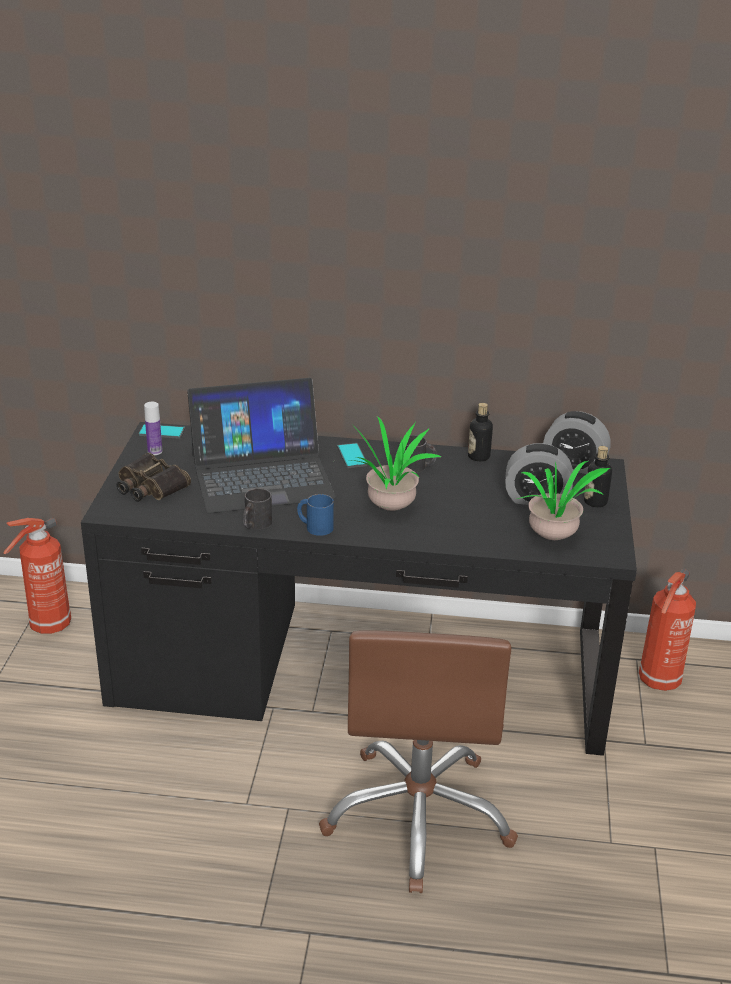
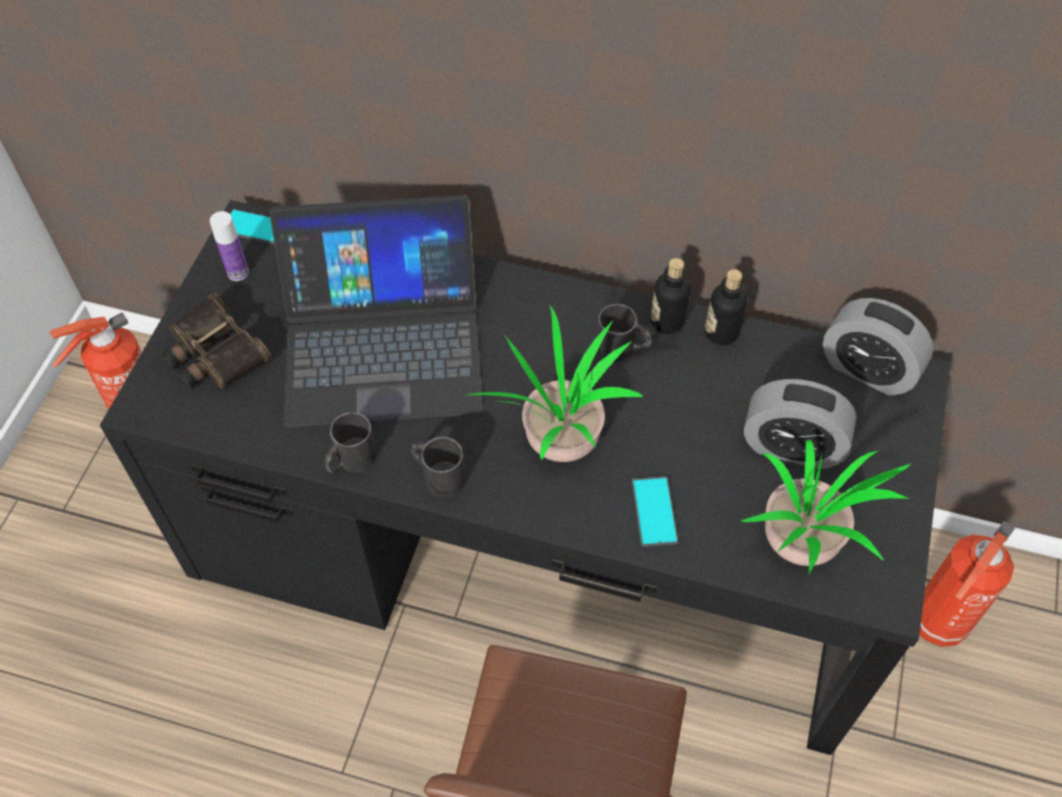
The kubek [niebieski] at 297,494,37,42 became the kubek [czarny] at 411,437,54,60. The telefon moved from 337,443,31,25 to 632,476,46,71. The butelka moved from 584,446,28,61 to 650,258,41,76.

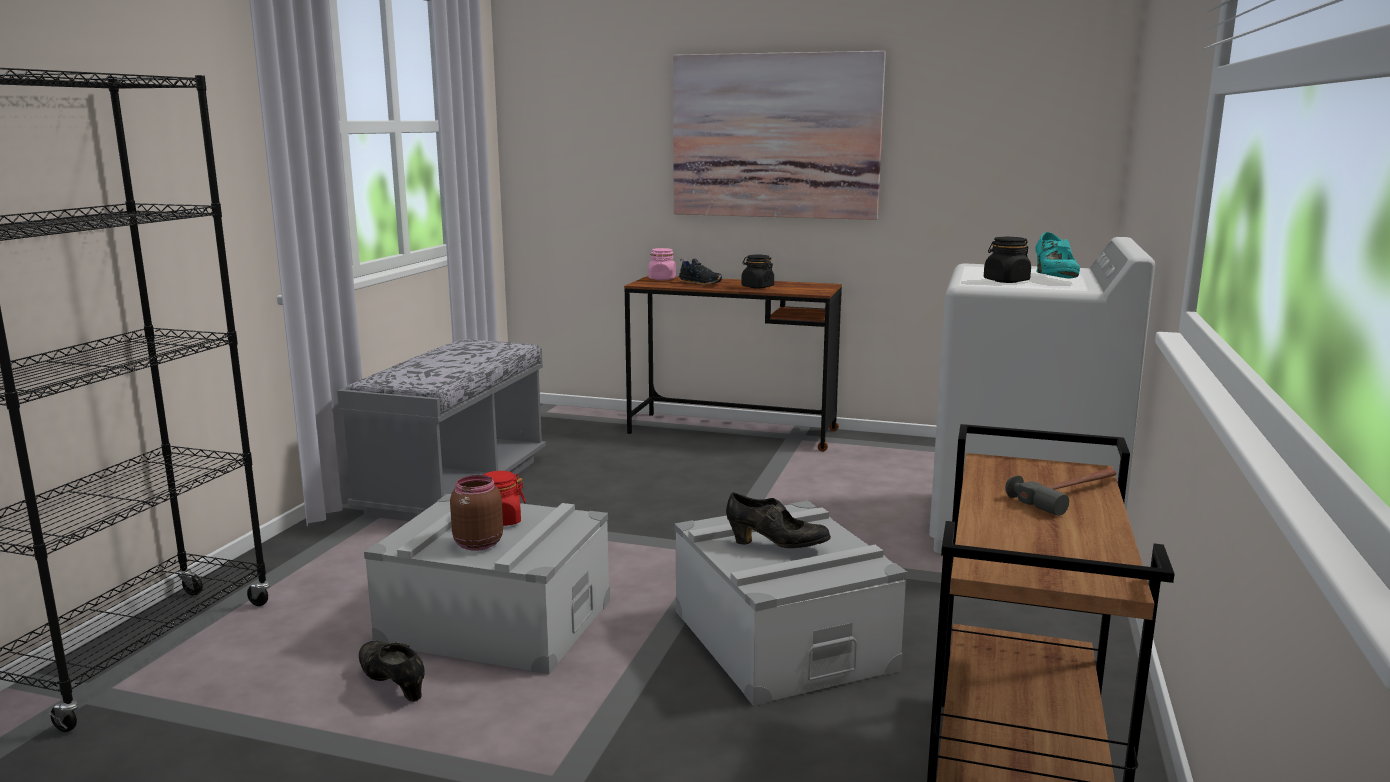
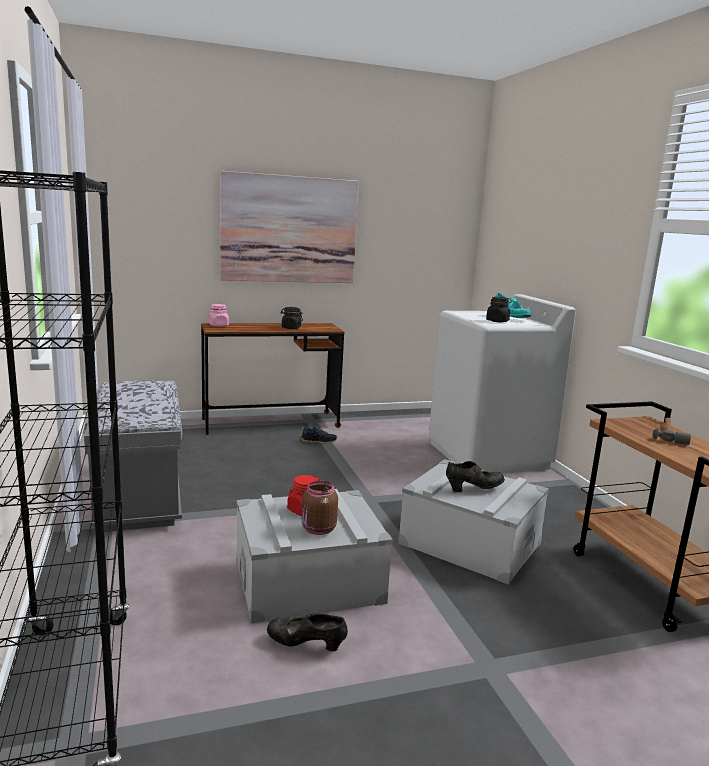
The but [czarny] moved from 678,259,45,26 to 301,425,36,19.

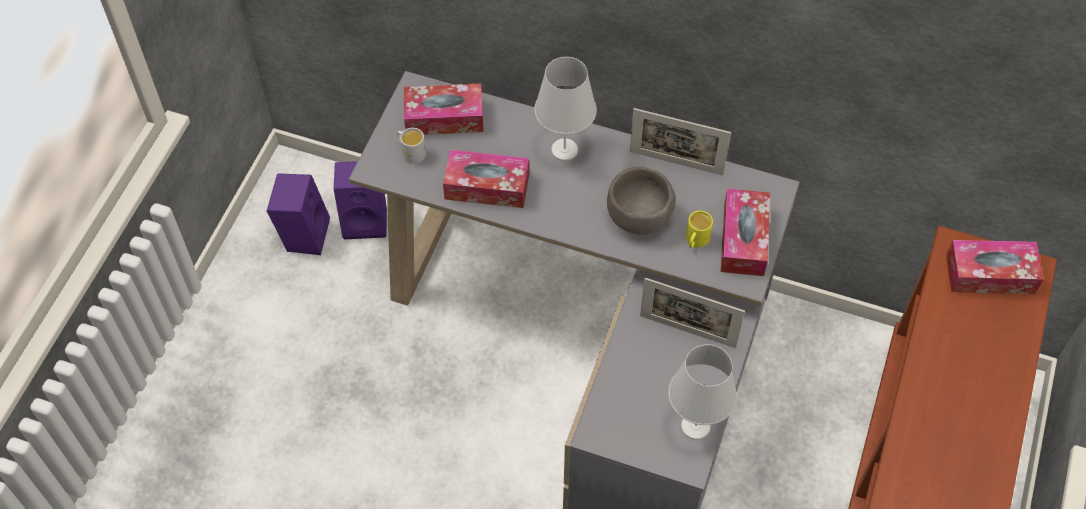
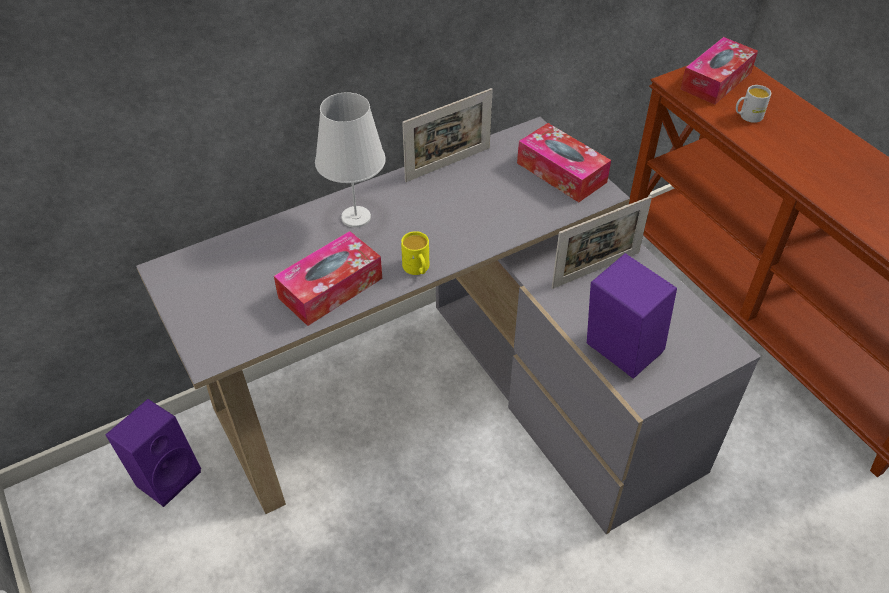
The głośnik [fioletowy] moved from 267,173,63,82 to 587,253,90,126. The kubek [biały] moved from 397,128,29,36 to 736,85,35,38. The pudełko chusteczek at 404,83,80,52 disappeared. The miska [brązowy] at 607,167,69,68 disappeared. The lampa stołowa [biały] at 668,344,69,96 disappeared. The kubek [żółty] moved from 686,211,27,37 to 401,231,28,44.

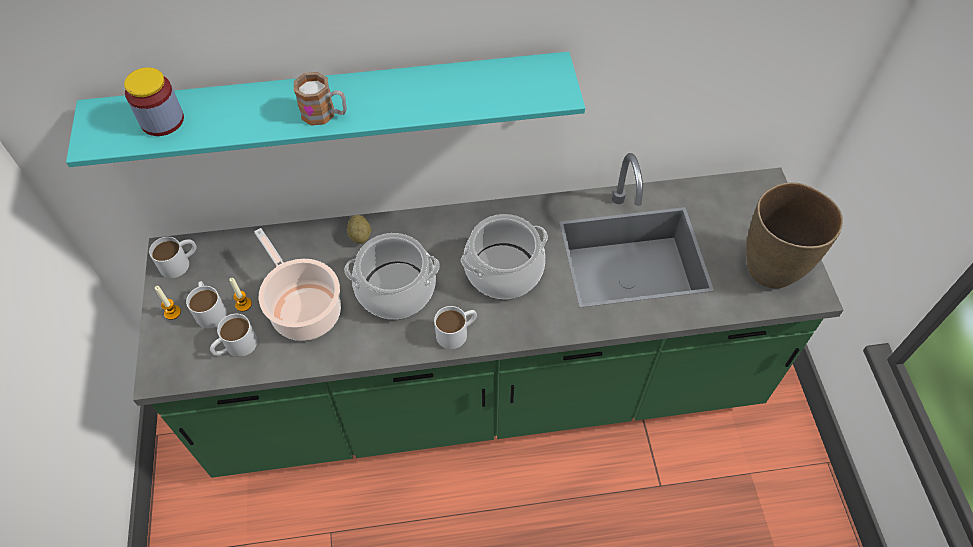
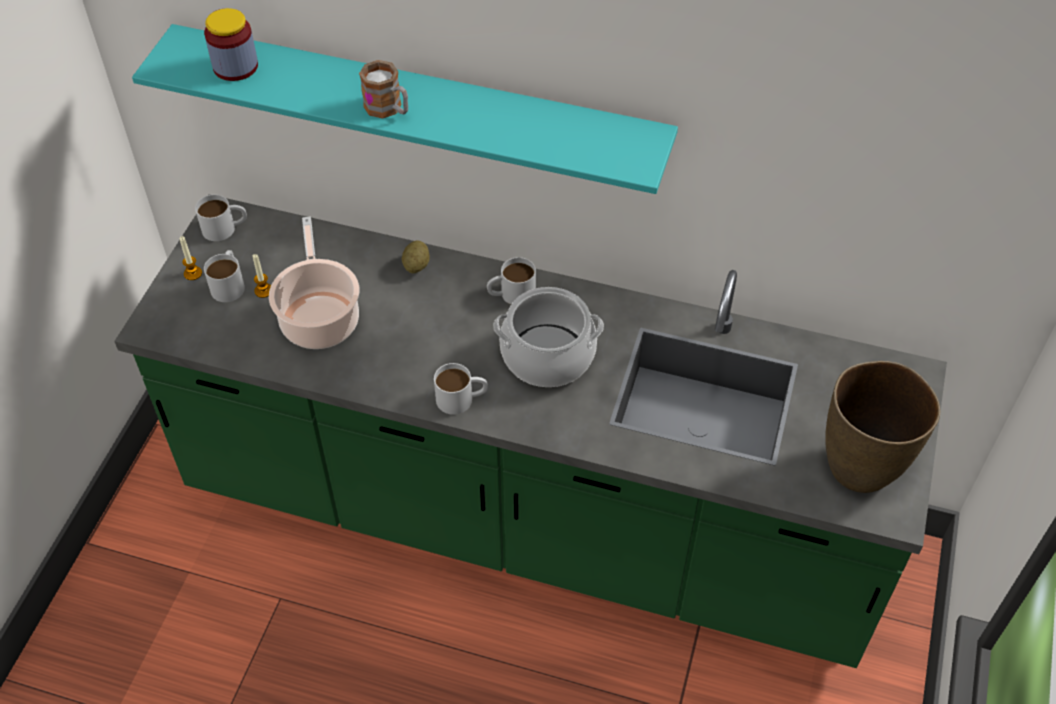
The kubek [biały] moved from 210,314,47,43 to 487,257,49,47. The garnek at 344,233,96,86 disappeared.

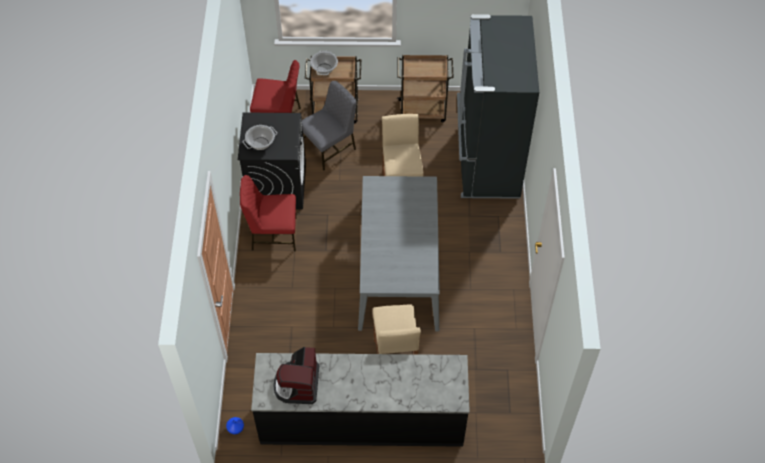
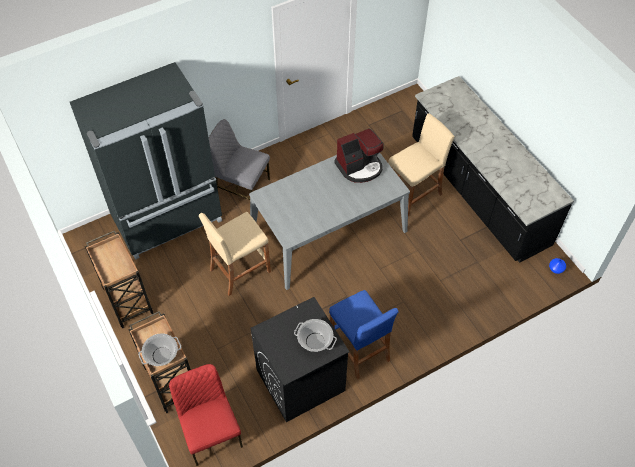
The krzesło [czerwony] at 240,175,57,76 was replaced by the stołek [niebieski] at 329,290,70,90. The ekspres do kawy moved from 273,347,46,57 to 335,128,49,55. The krzesło [szary] moved from 302,81,54,90 to 209,119,61,81.

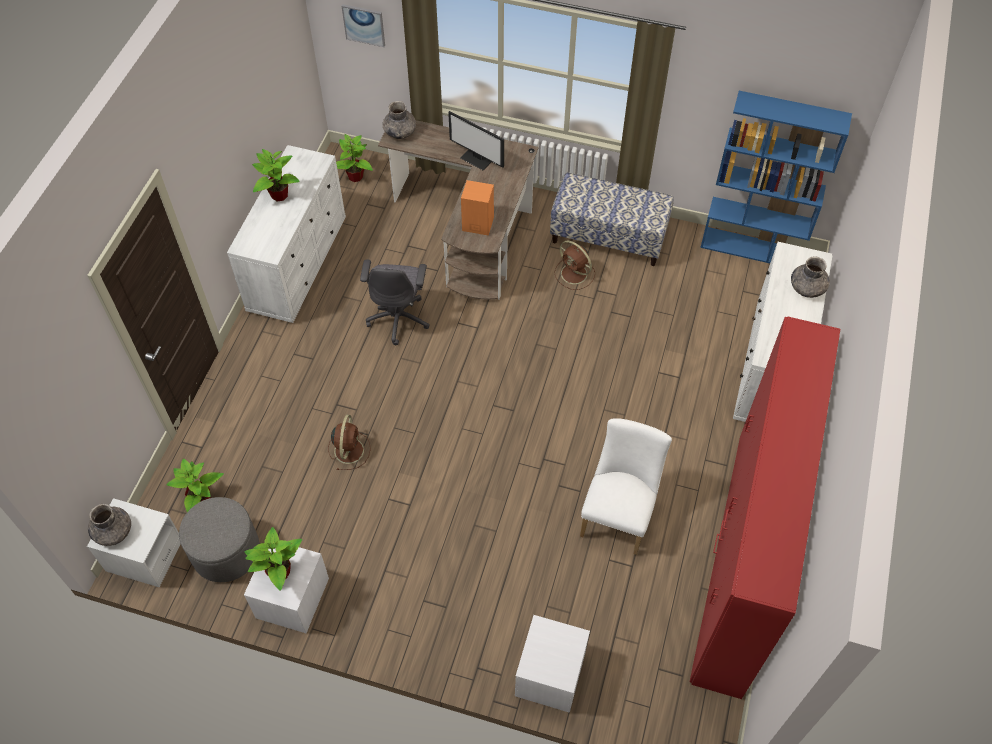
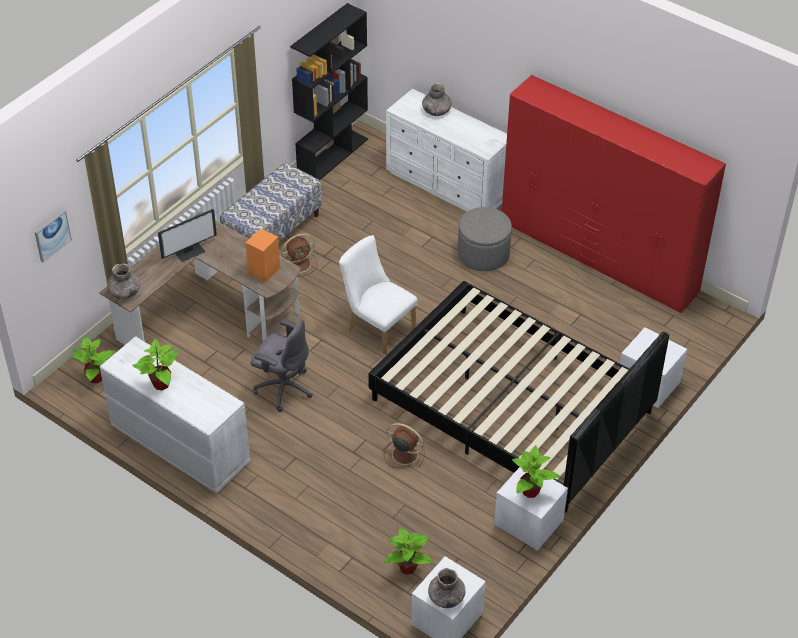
The pufa [szary] moved from 179,497,81,85 to 458,207,54,64. The krzesło [biały] moved from 580,418,92,137 to 339,235,79,120. The regał [niebieski] at 700,91,152,172 became the regał [czarny] at 290,3,78,177. The łóżko [czarny] at 368,281,301,232 appeared.

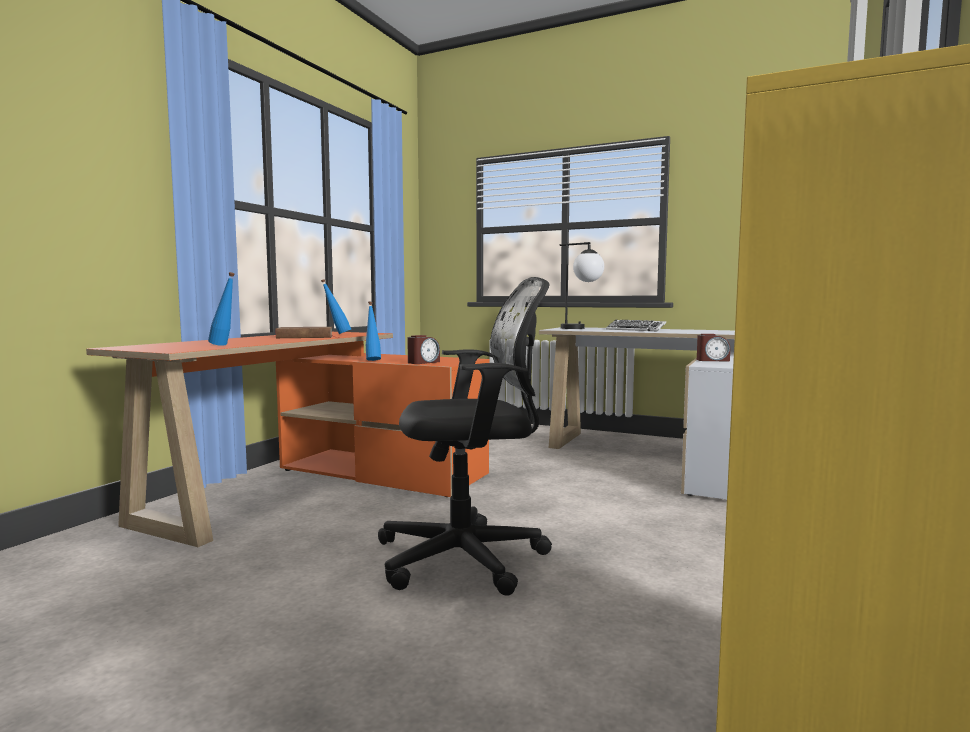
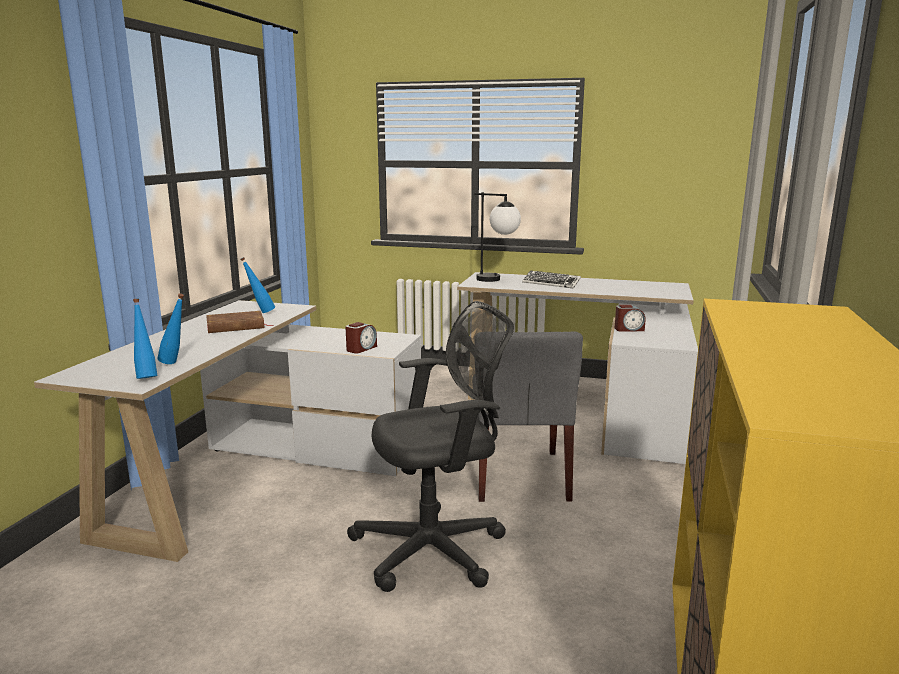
The biurko [pomarańczowy] at 86,332,404,215 became the biurko [biały] at 34,300,387,262. The butelka [niebieski] moved from 366,301,15,60 to 133,299,24,80. The krzesło [szary] at 477,331,106,171 appeared.

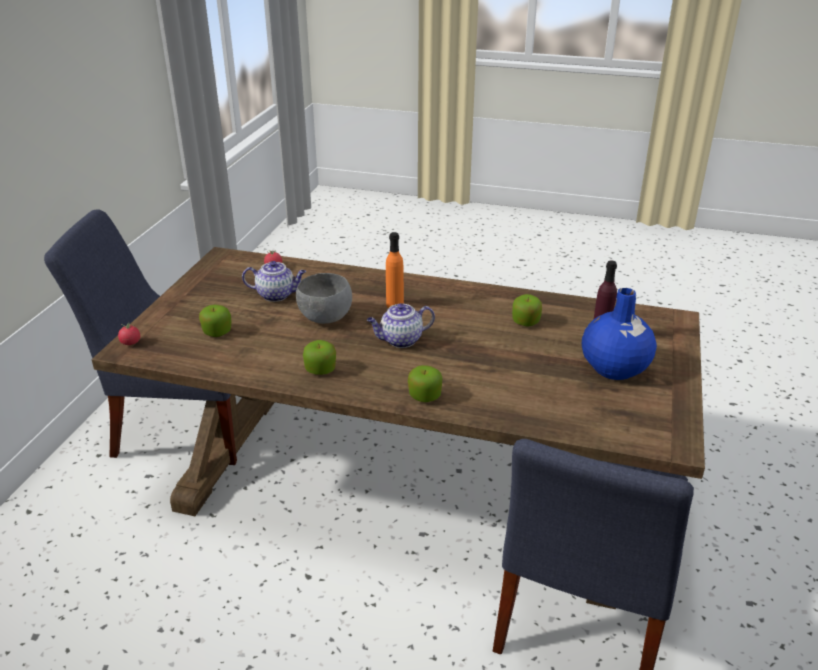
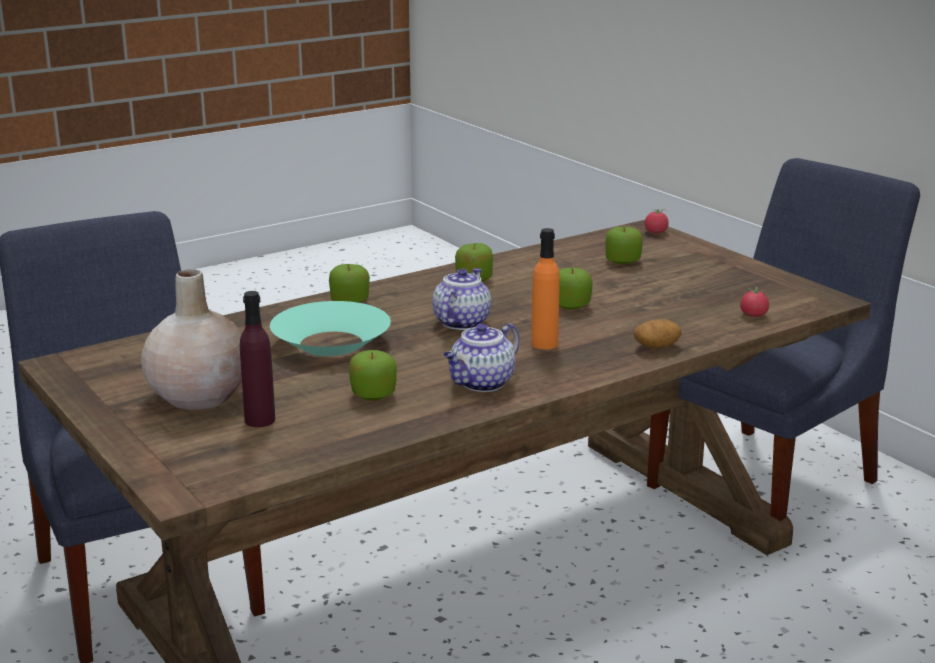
The imbryk moved from 242,261,64,41 to 443,323,77,69. The miska [szary] at 296,273,56,51 was replaced by the jabłko at 559,267,34,42. The wazon [niebieski] at 582,288,75,92 became the wazon [beżowy] at 141,269,101,141. The miska [turkusowy] at 270,301,121,55 appeared. The ziemniak at 634,319,47,29 appeared.

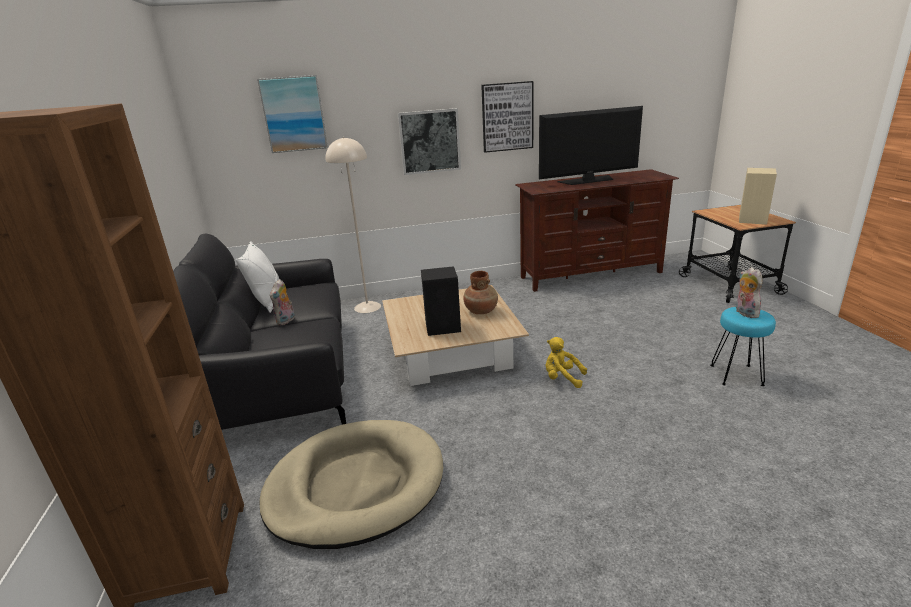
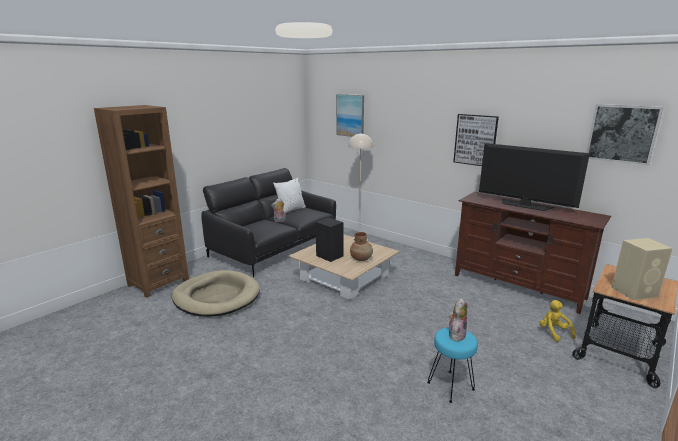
The obraz moved from 398,108,63,67 to 586,104,78,61. The pluszak [żółty] moved from 546,337,41,51 to 539,300,37,42.

